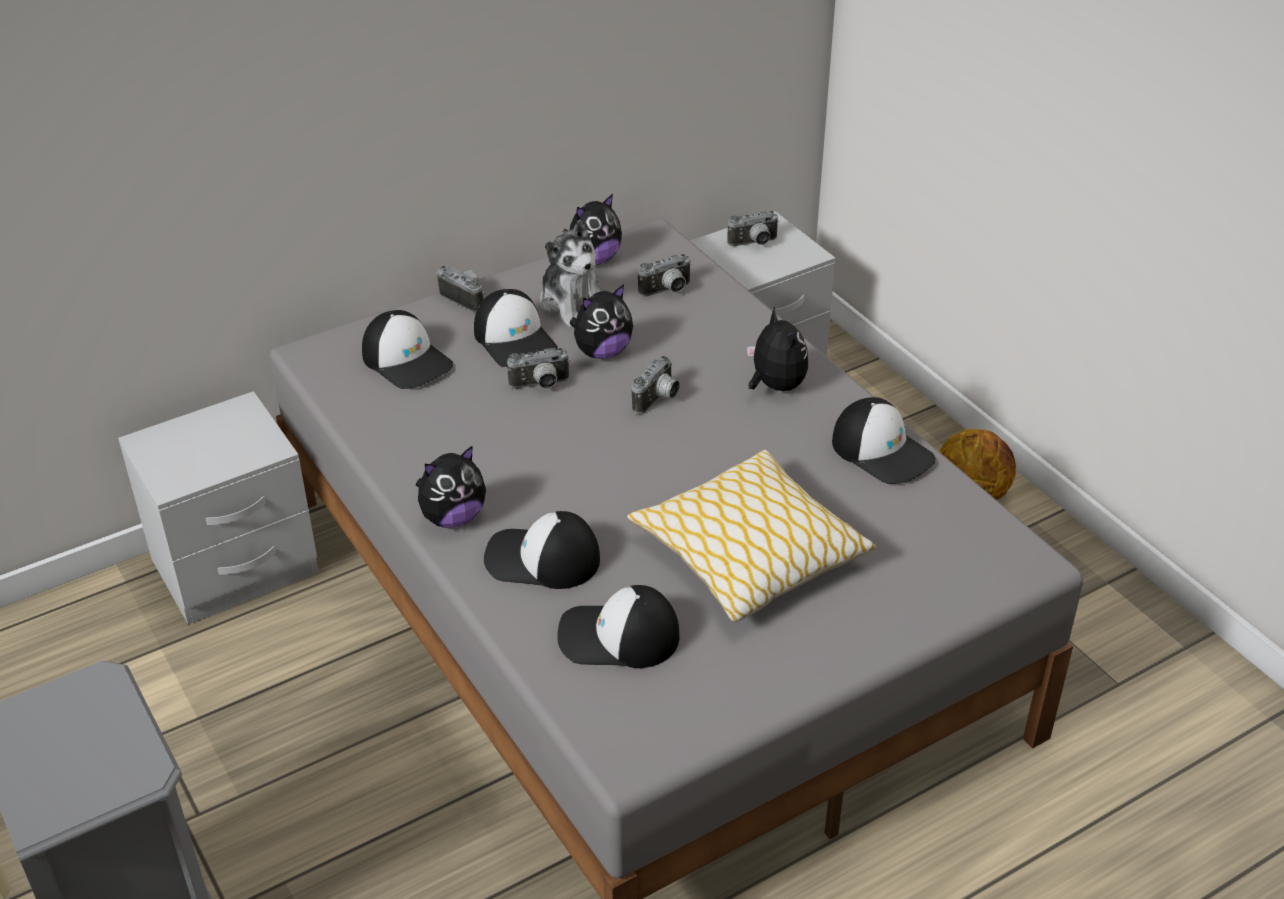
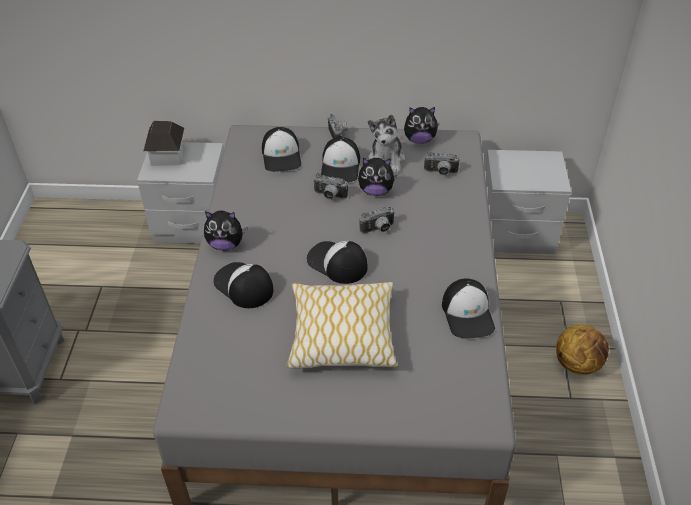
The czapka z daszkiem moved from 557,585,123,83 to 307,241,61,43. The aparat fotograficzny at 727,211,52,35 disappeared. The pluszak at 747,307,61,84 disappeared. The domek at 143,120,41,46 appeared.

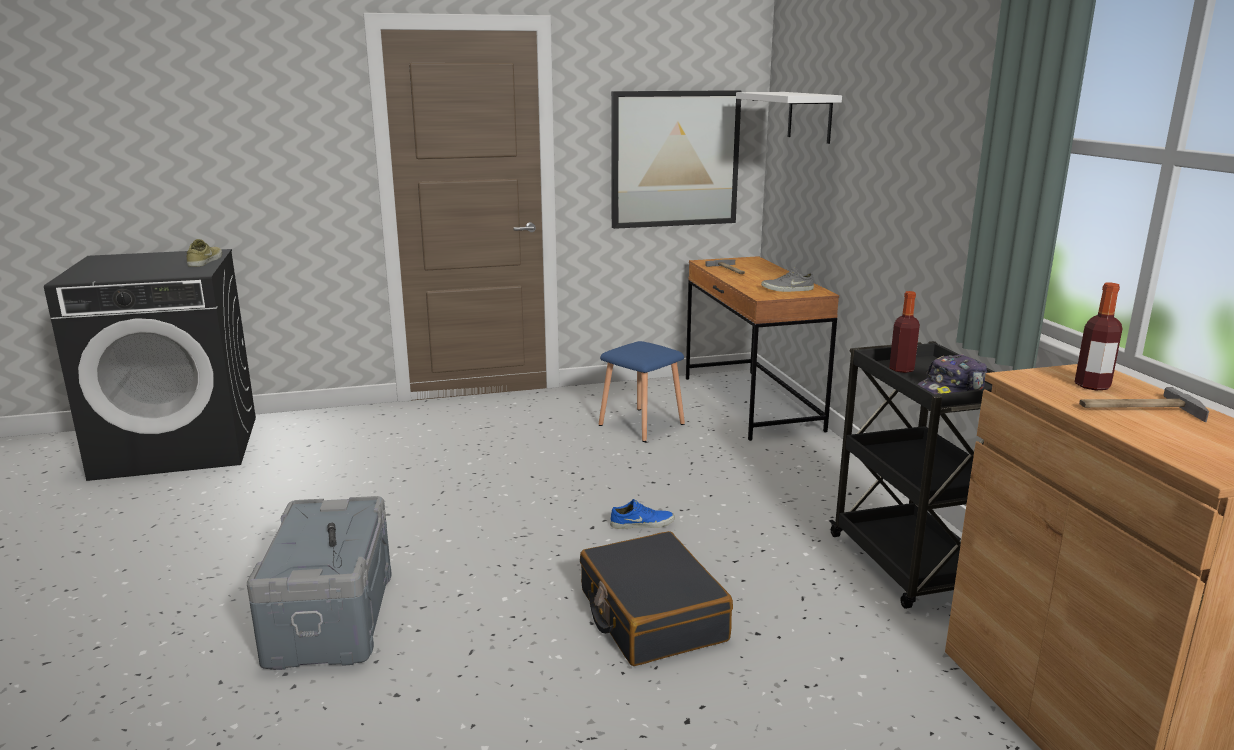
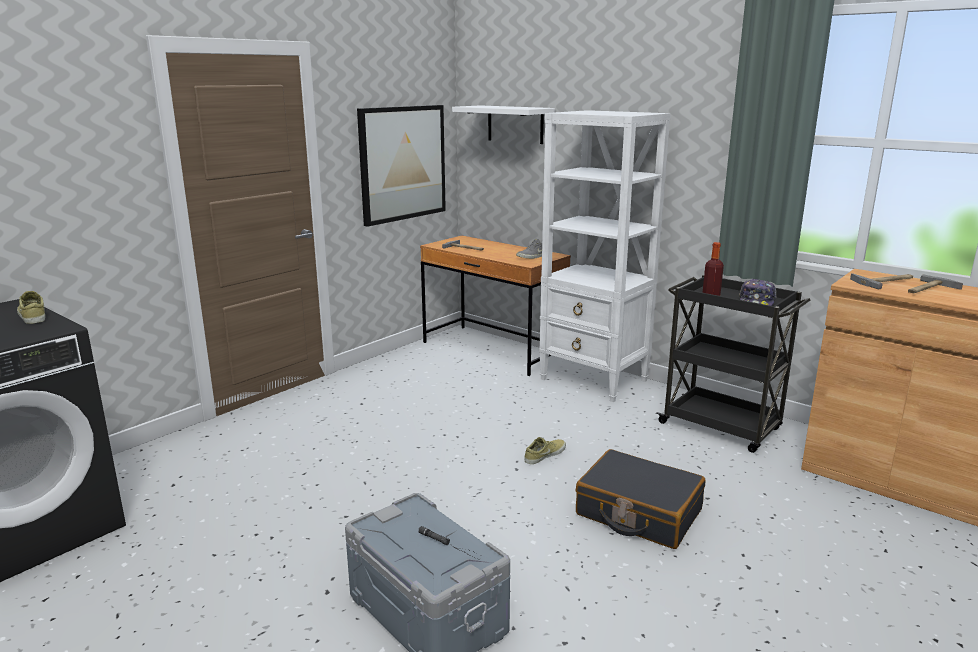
The stołek [niebieski] at 599,341,86,101 disappeared. The but [niebieski] at 610,499,64,30 became the but [beżowy] at 524,437,42,27. The butelka at 1075,283,47,107 was replaced by the młotek at 850,273,63,16. The regał [biały] at 539,110,132,292 appeared.

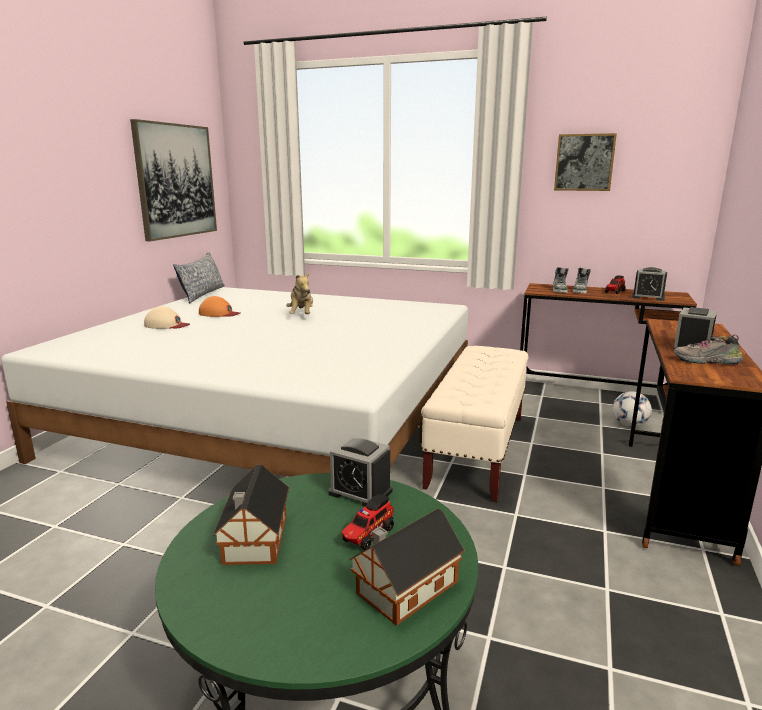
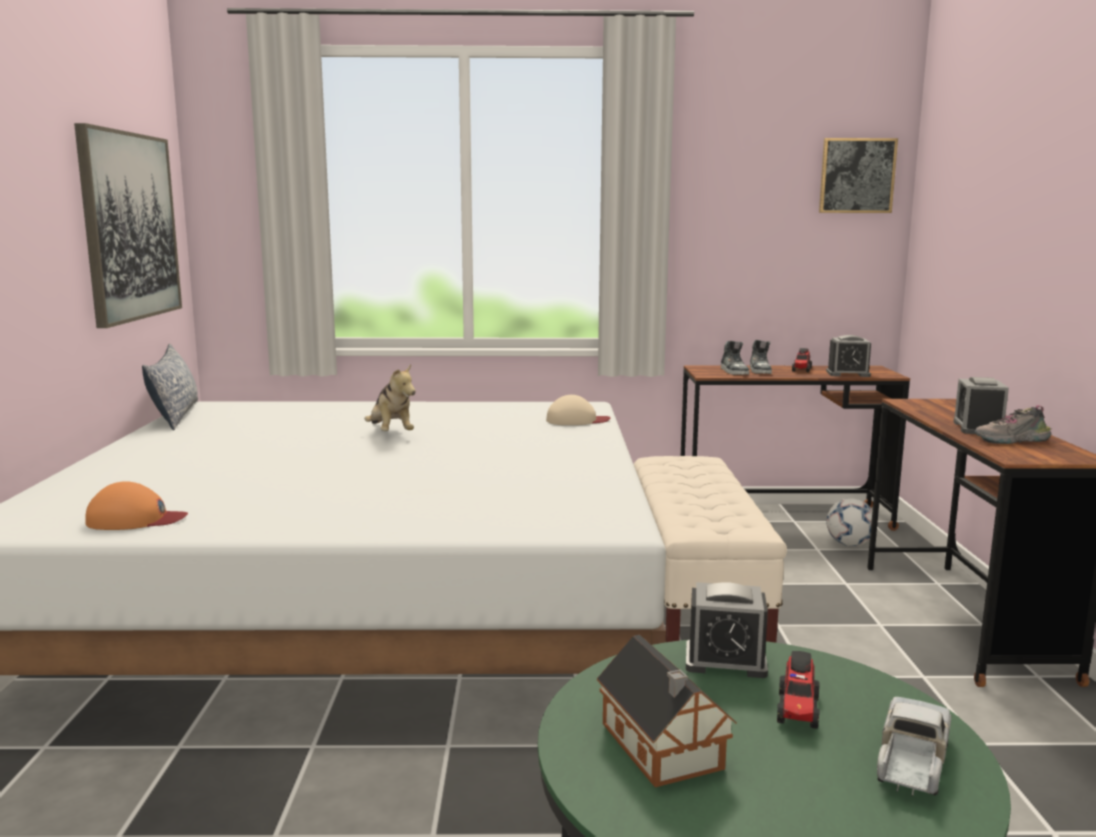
The czapka z daszkiem [beżowy] moved from 144,306,46,23 to 546,395,64,30. The czapka z daszkiem [pomarańczowy] moved from 199,296,41,21 to 85,481,103,49. The domek at 349,509,116,117 was replaced by the ciężarówka zabawkowa at 877,697,74,99. The obraz moved from 554,133,63,58 to 819,138,79,75.

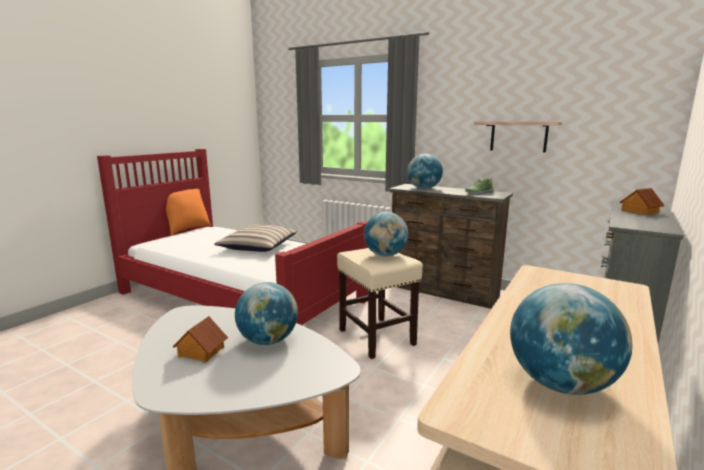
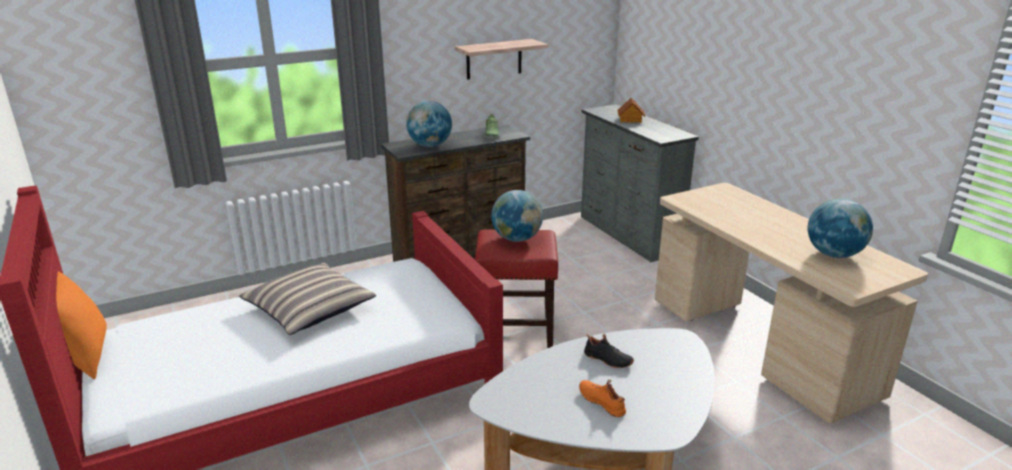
The domek at 173,316,55,47 was replaced by the but [pomarańczowy] at 579,380,47,37. The globus at 235,282,63,63 was replaced by the but [czarny] at 584,334,50,34. The stołek [beżowy] at 337,248,86,111 became the stołek [czerwony] at 475,230,83,118.

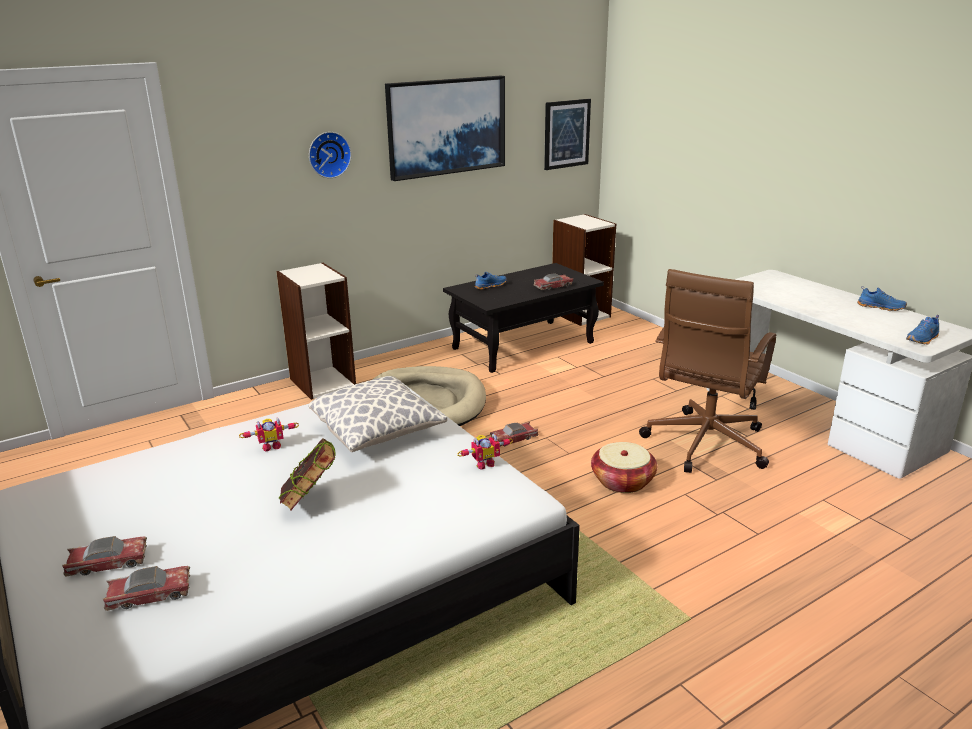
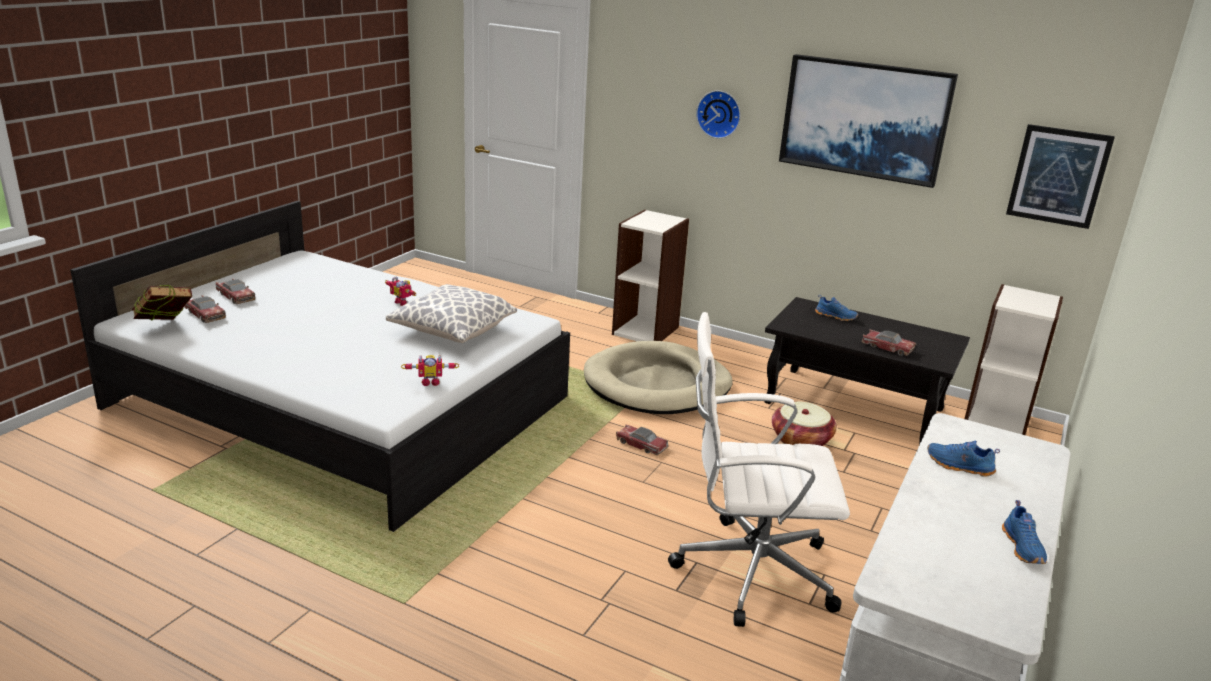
The książka moved from 279,438,57,73 to 132,285,60,36. The robot zabawkowy at 457,434,56,36 turned 45 degrees counterclockwise. The koszyk moved from 591,442,66,51 to 772,402,65,44. The krzesło biurowe [brązowy] at 639,269,137,204 became the krzesło biurowe [biały] at 668,312,182,315. The but [niebieski] moved from 906,315,33,29 to 927,441,73,36.

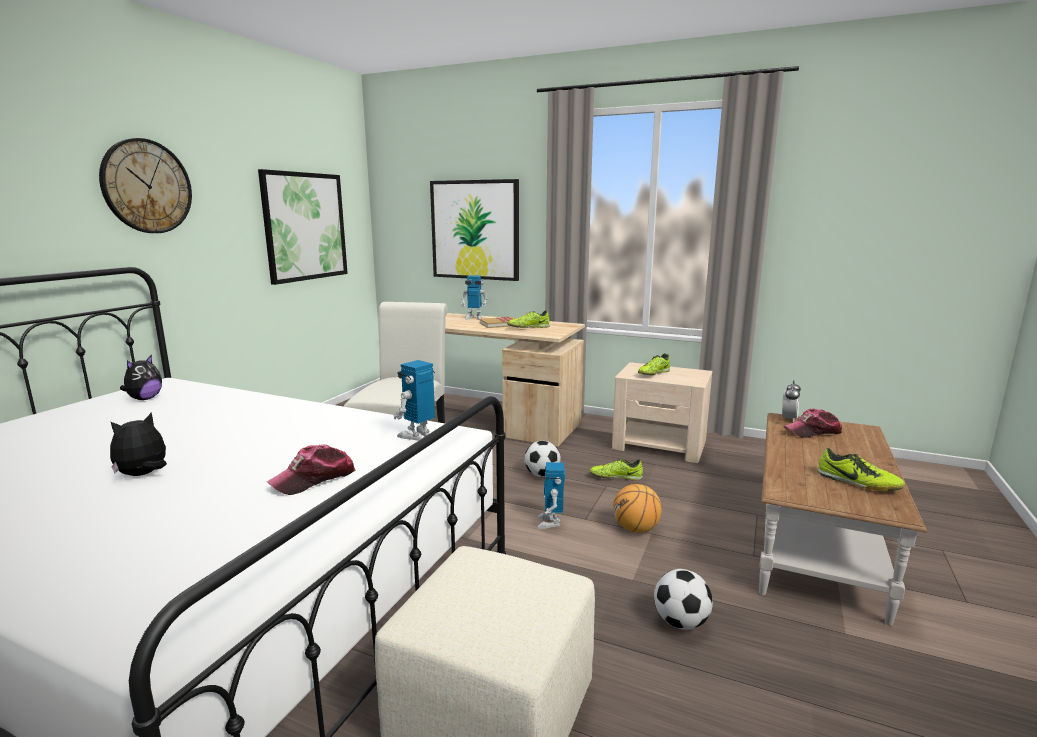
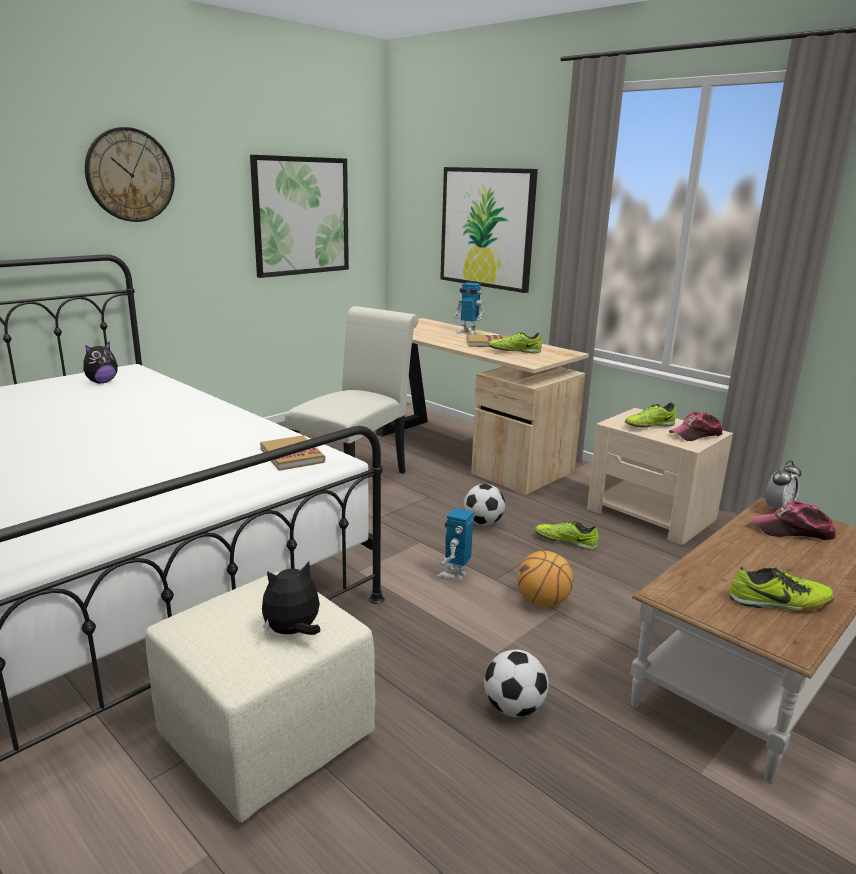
The pluszak moved from 110,412,57,64 to 262,561,59,74. The czapka z daszkiem moved from 267,444,89,51 to 669,412,54,29. The robot zabawkowy at 394,360,44,81 was replaced by the książka at 260,436,65,35. The but at 818,448,87,43 turned 60 degrees counterclockwise.

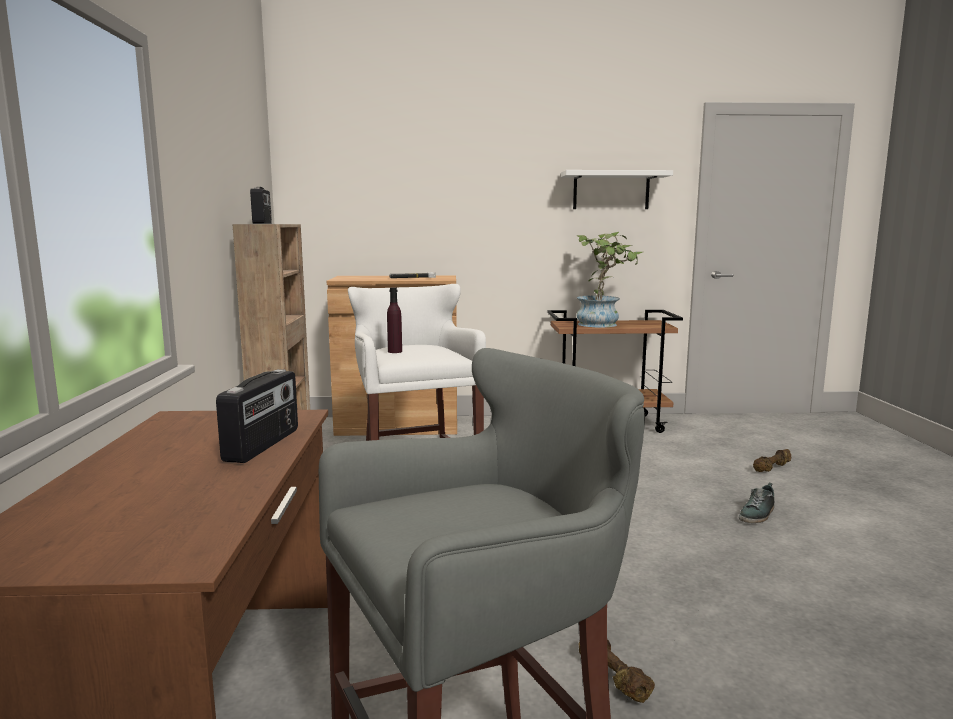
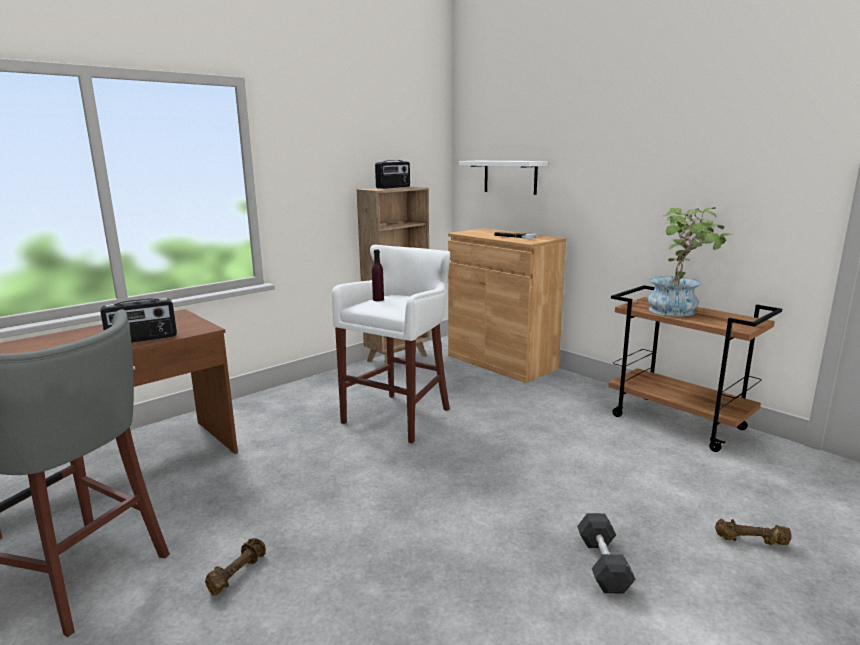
The półka [biały] moved from 561,170,112,39 to 459,161,89,34. The but at 739,483,35,40 was replaced by the hantel [czarny] at 577,513,59,81.

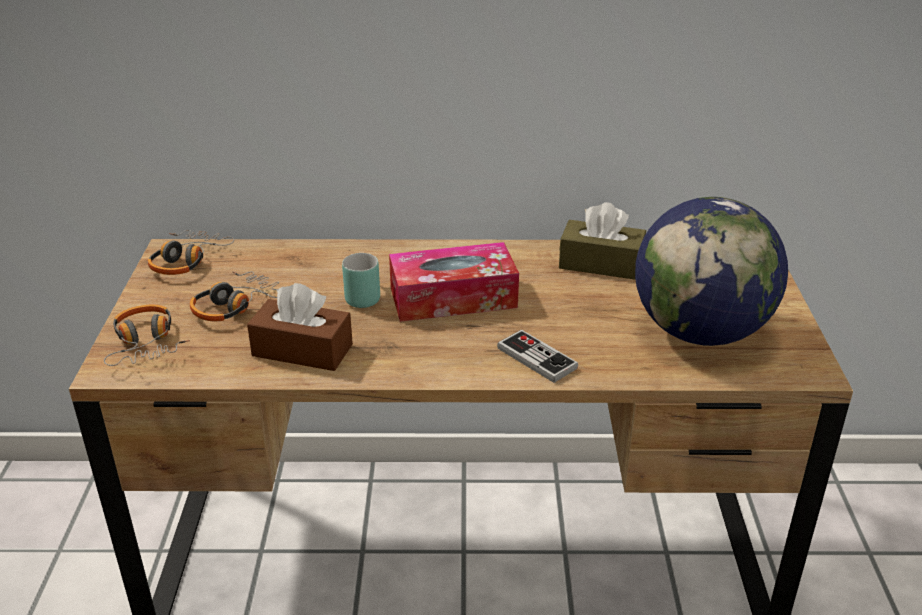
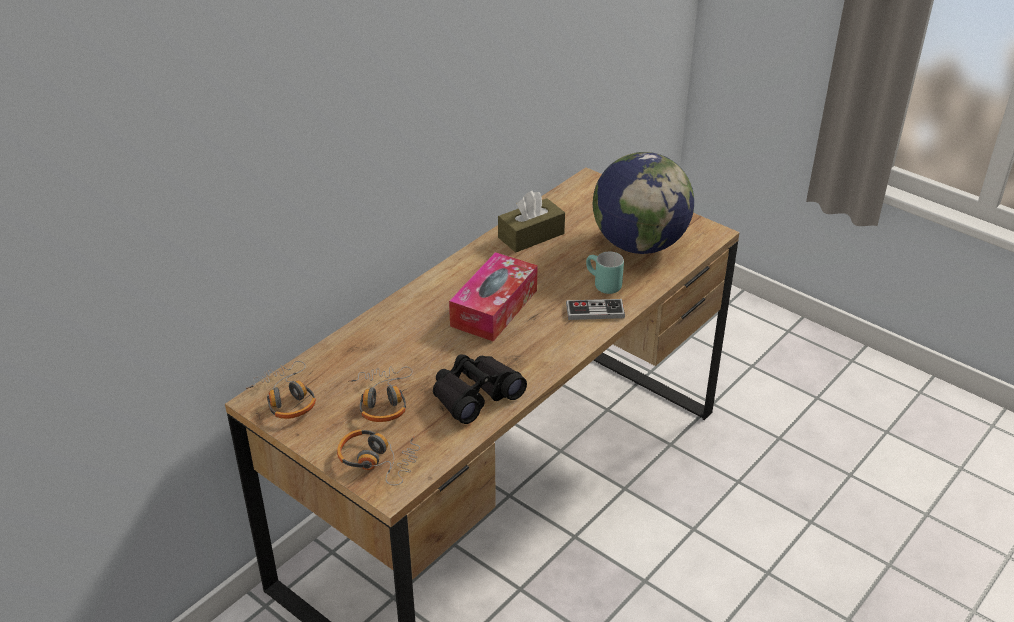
The pudełko chusteczek [brązowy] at 247,283,106,88 was replaced by the lornetka [czarny] at 433,354,94,70. The kubek [turkusowy] moved from 342,253,38,55 to 586,252,38,42.

